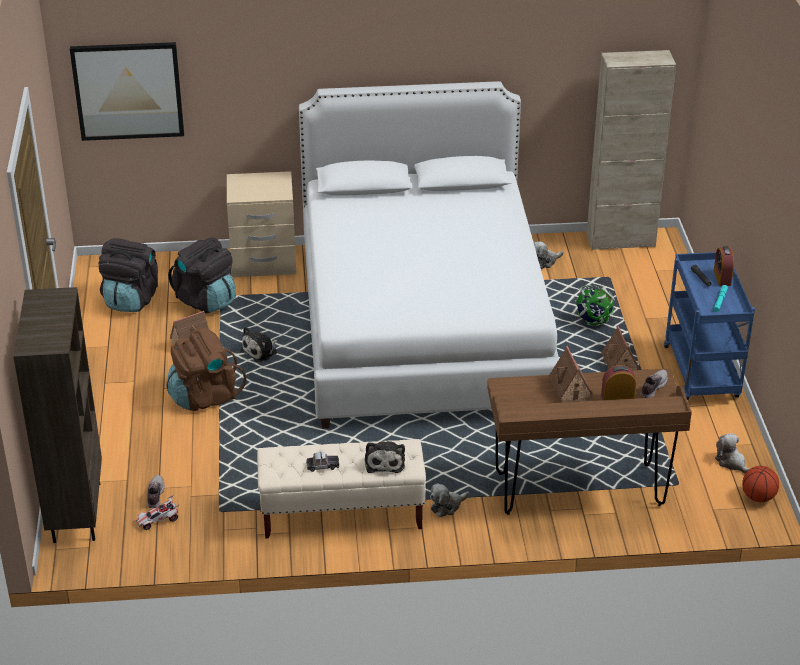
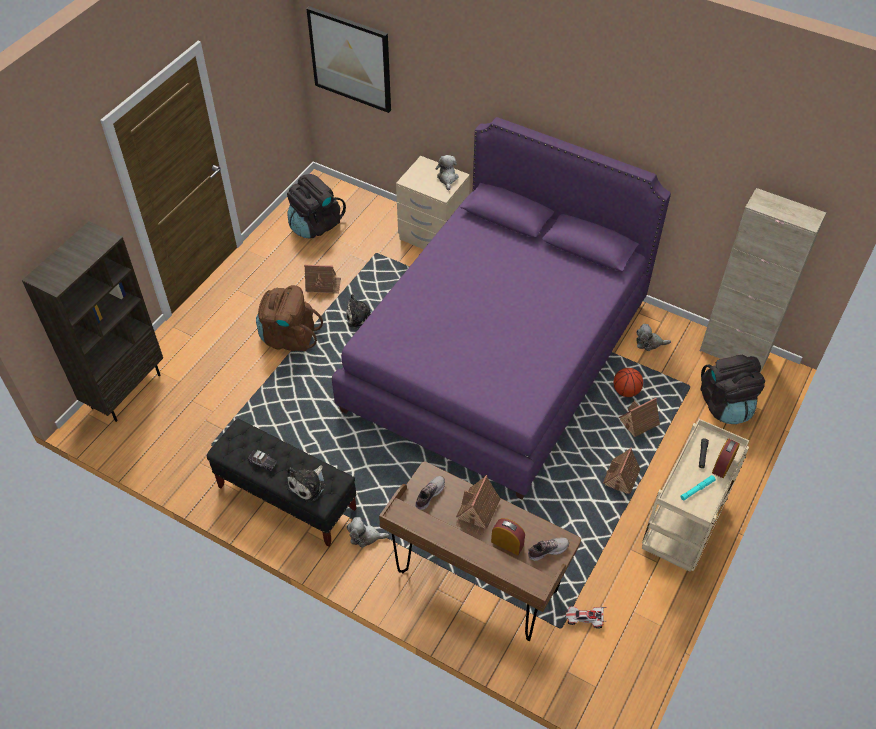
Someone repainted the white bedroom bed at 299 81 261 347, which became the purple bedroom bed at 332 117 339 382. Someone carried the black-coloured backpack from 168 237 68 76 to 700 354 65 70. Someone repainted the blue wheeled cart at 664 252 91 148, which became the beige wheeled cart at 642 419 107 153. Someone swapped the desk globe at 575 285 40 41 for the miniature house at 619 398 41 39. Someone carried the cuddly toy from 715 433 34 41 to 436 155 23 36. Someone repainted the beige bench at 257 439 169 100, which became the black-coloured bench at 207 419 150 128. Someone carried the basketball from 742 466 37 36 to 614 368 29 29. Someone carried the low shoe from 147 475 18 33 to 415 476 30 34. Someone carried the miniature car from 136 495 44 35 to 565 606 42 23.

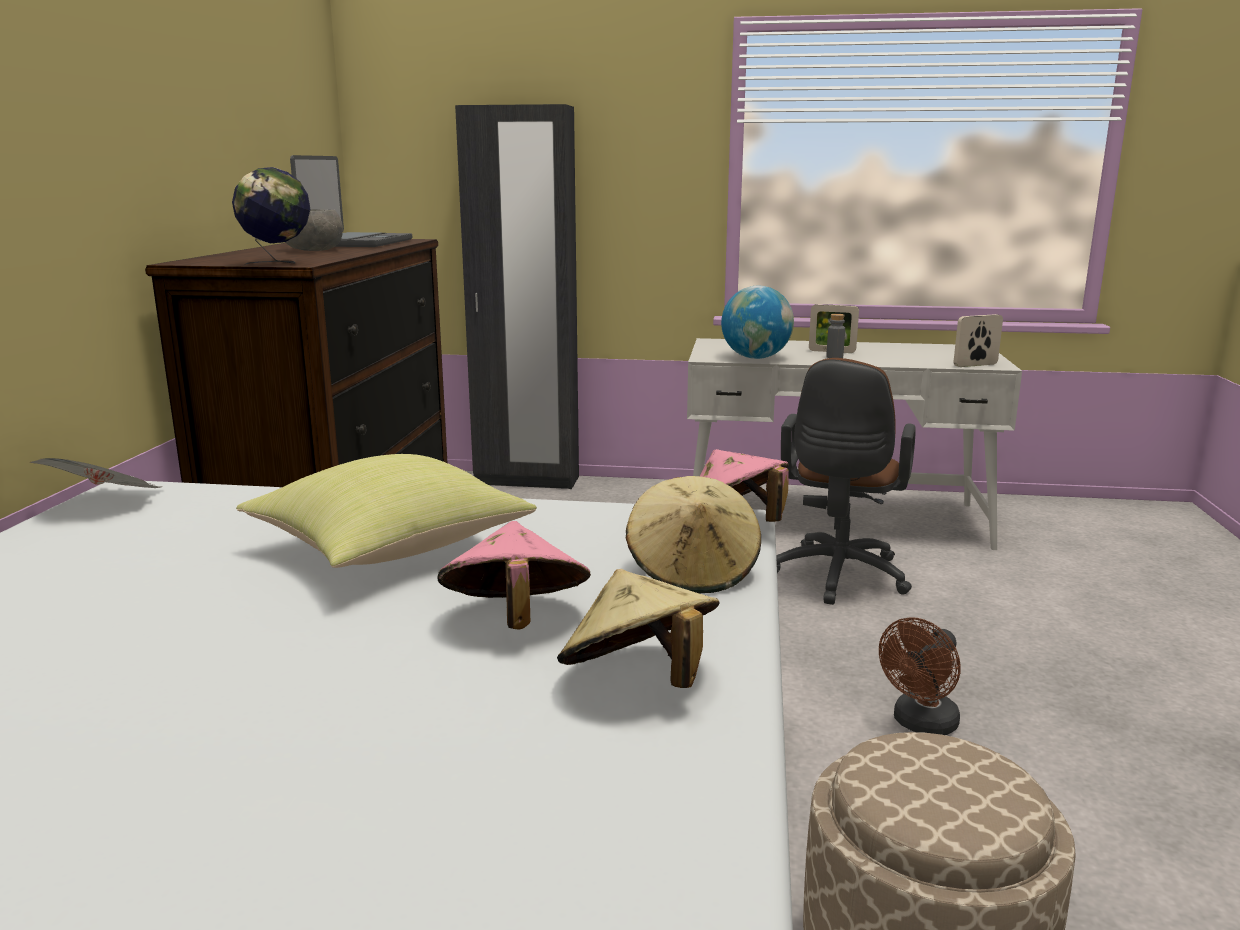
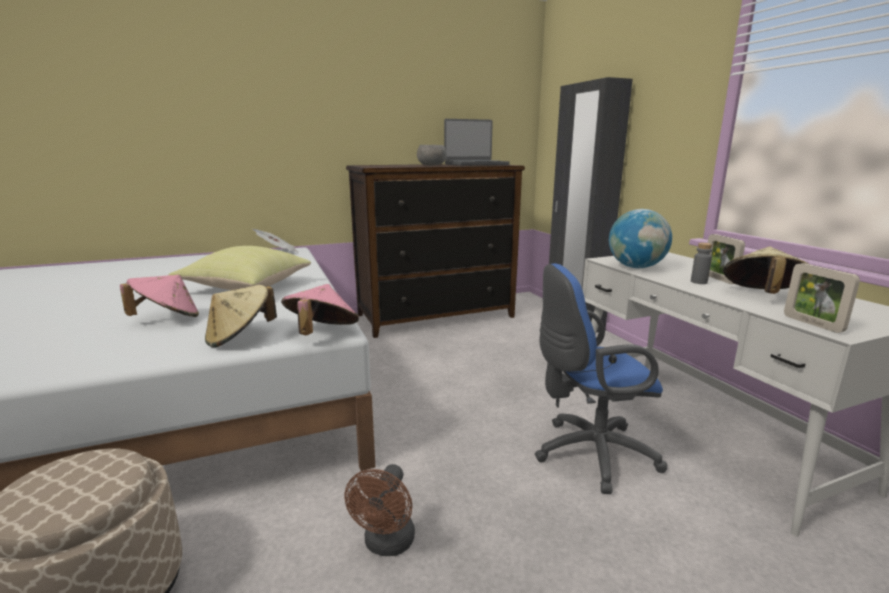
Someone took away the desk globe at 232 167 78 98. Someone rotated the photo frame at 954 314 49 53 by 150 degrees counterclockwise. Someone repainted the brown desk chair at 776 358 140 247, which became the blue desk chair at 535 263 132 231. Someone carried the beige hat from 557 569 163 119 to 723 247 86 47. Someone rotated the brown electric fan at 879 617 82 118 by 90 degrees counterclockwise.

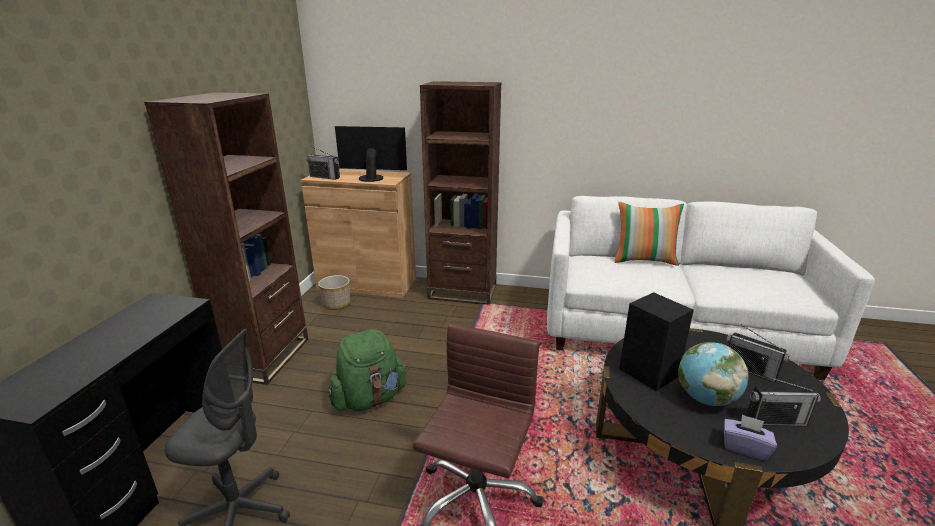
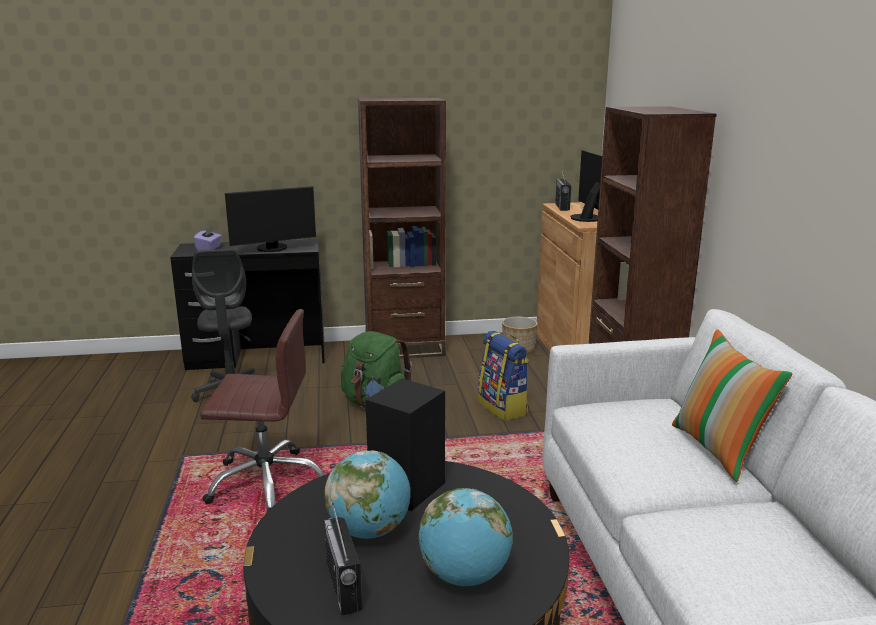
Someone swapped the radio receiver at 726 324 64 59 for the desk globe at 418 488 95 98. Someone carried the purple tissue box from 724 414 53 46 to 193 226 29 25. Someone put down the computer screen at 225 186 91 66. Someone put down the backpack at 478 331 51 90.

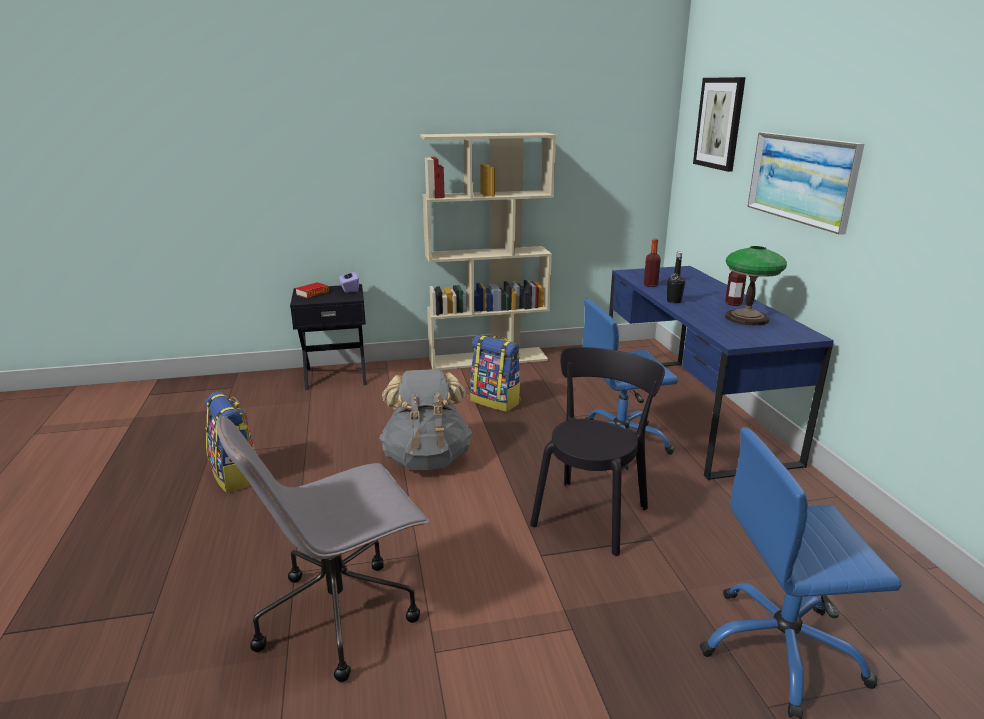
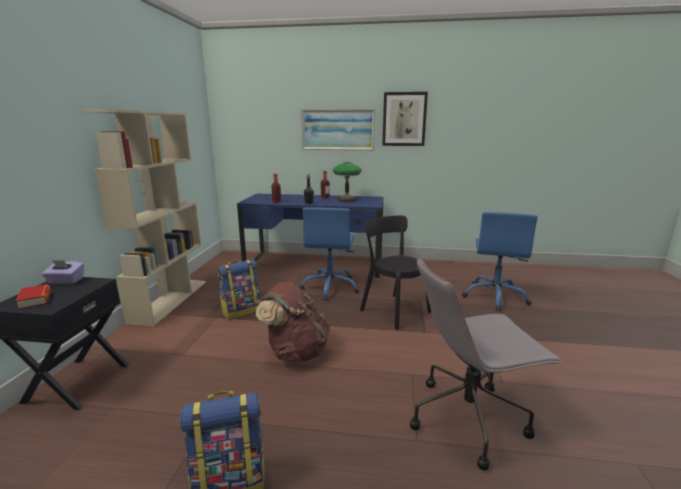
Someone carried the wall art from 693 77 53 95 to 382 92 46 54. Someone repainted the gray backpack at 379 369 93 101, which became the brown backpack at 255 282 75 80. Someone rotated the gray desk chair at 217 414 212 268 by 90 degrees clockwise.

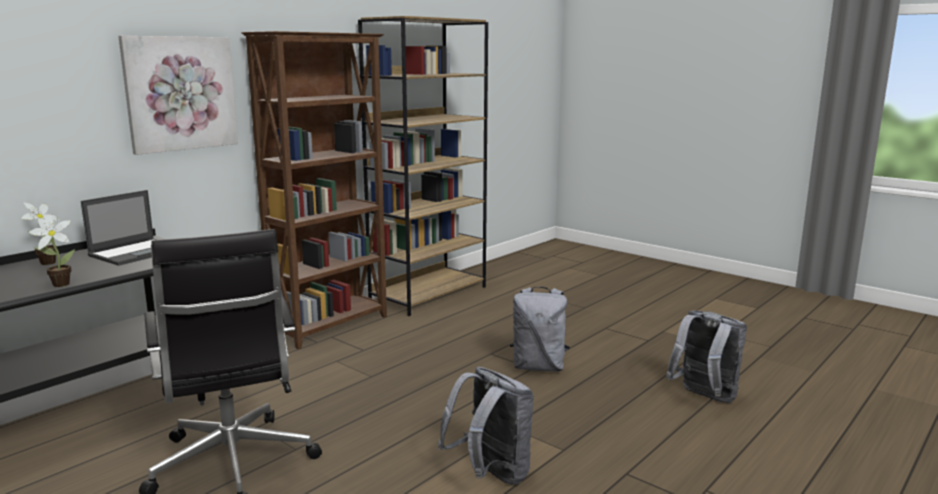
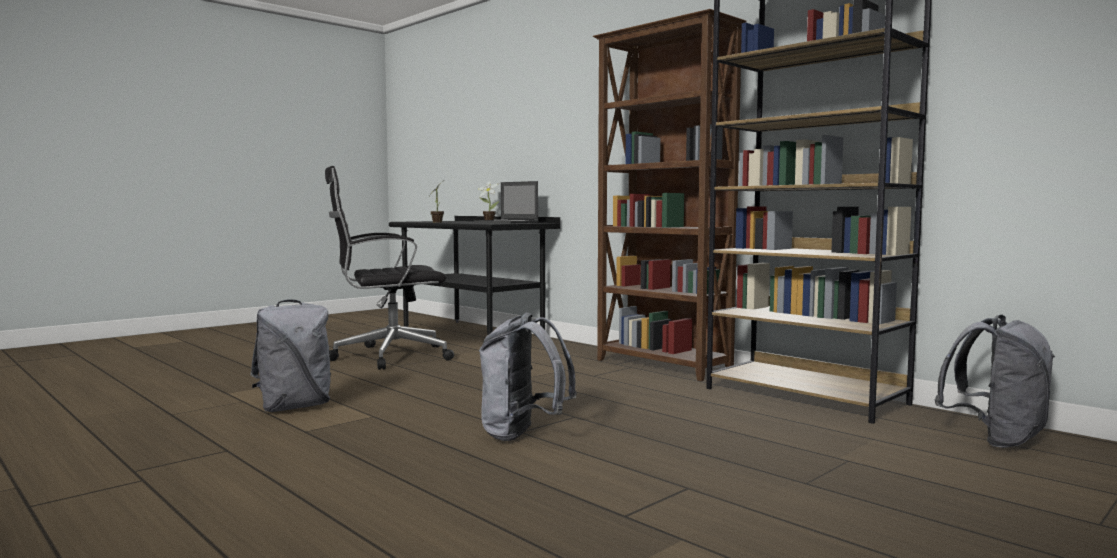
Someone took away the wall art at 119 36 119 119. Someone carried the gray backpack from 666 311 81 92 to 934 315 121 133.

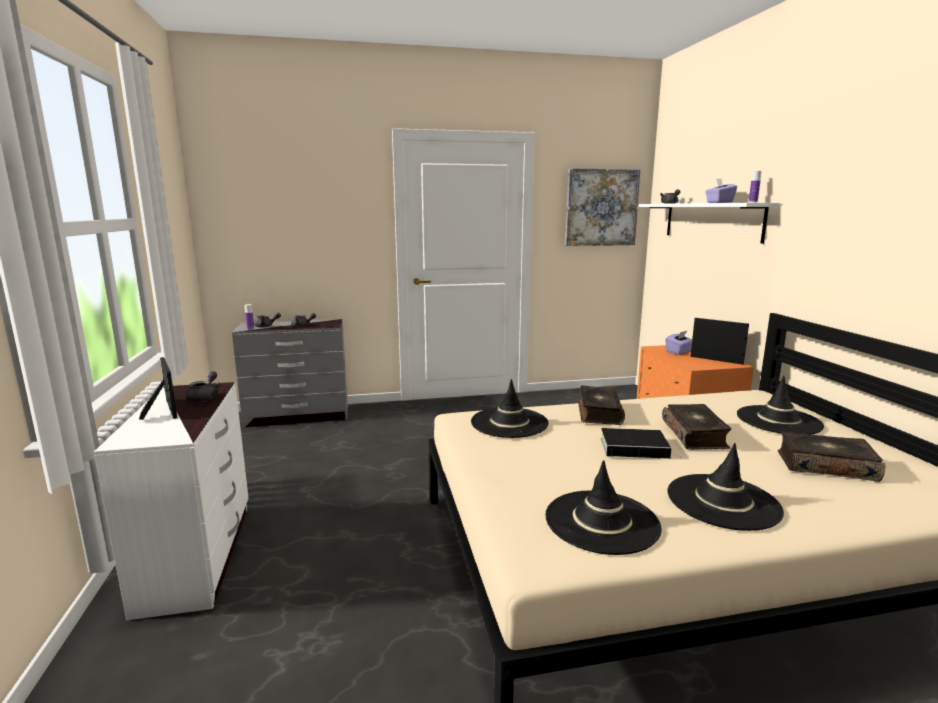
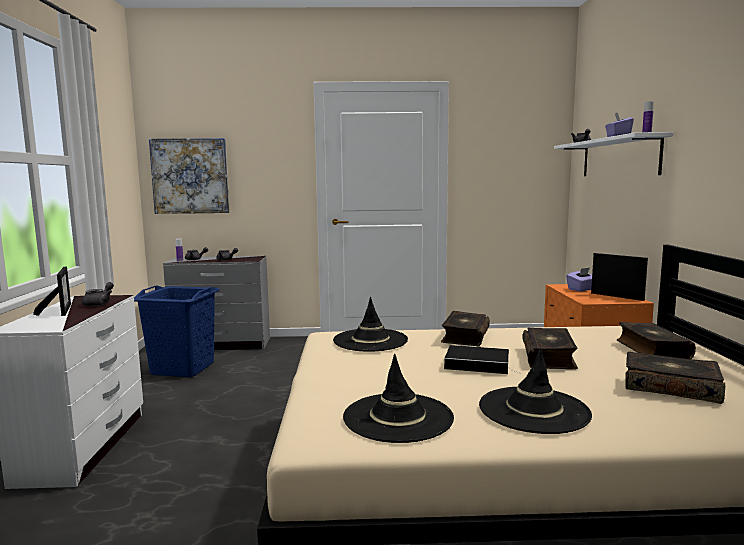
Someone carried the wall art from 565 168 75 78 to 149 138 81 76. Someone swapped the black-coloured hat at 737 376 87 59 for the bound book at 617 322 79 37. Someone put down the blue washing basket at 134 285 86 92.

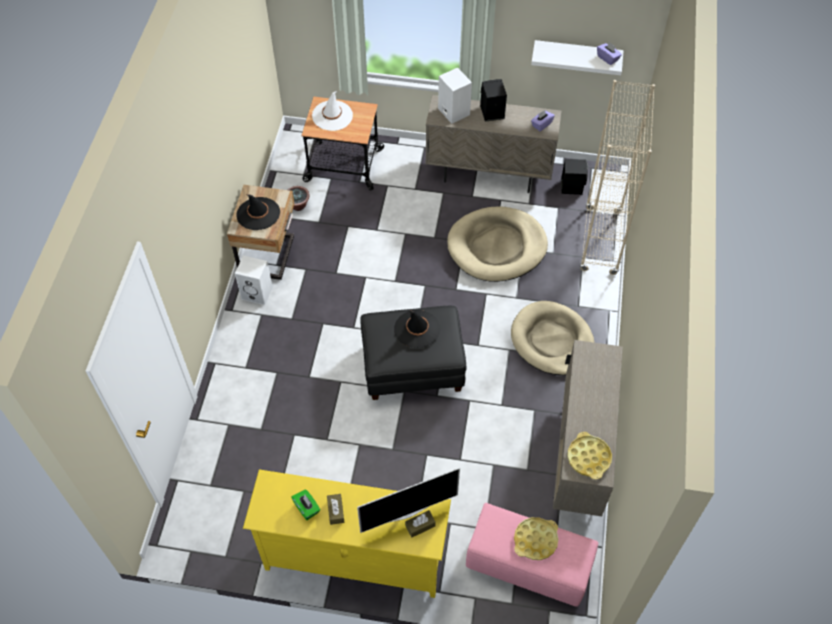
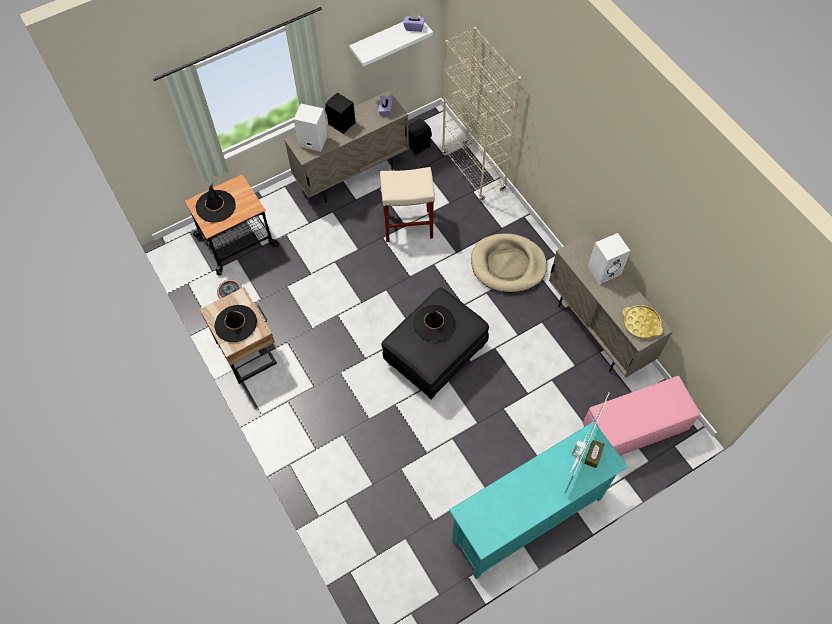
Someone repainted the white hat at 312 91 41 40, which became the black-coloured hat at 196 183 40 39. Someone swapped the beige dog cushion at 447 206 101 76 for the beige stool at 380 167 55 75. Someone carried the white speaker from 235 256 38 49 to 588 233 42 51. Someone repainted the yellow tv stand at 243 469 208 129, which became the turquoise tv stand at 449 421 179 158. Someone took away the green tissue box at 291 490 29 30. Someone took away the brown tissue box at 327 494 17 31. Someone took away the yellow tray at 514 517 44 43.

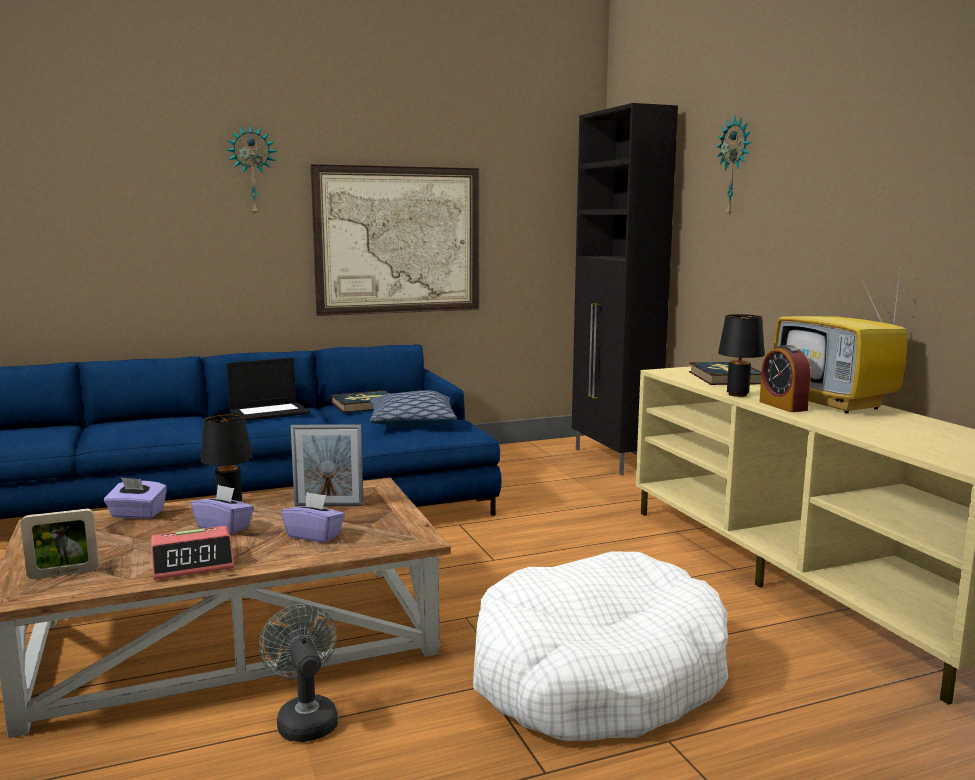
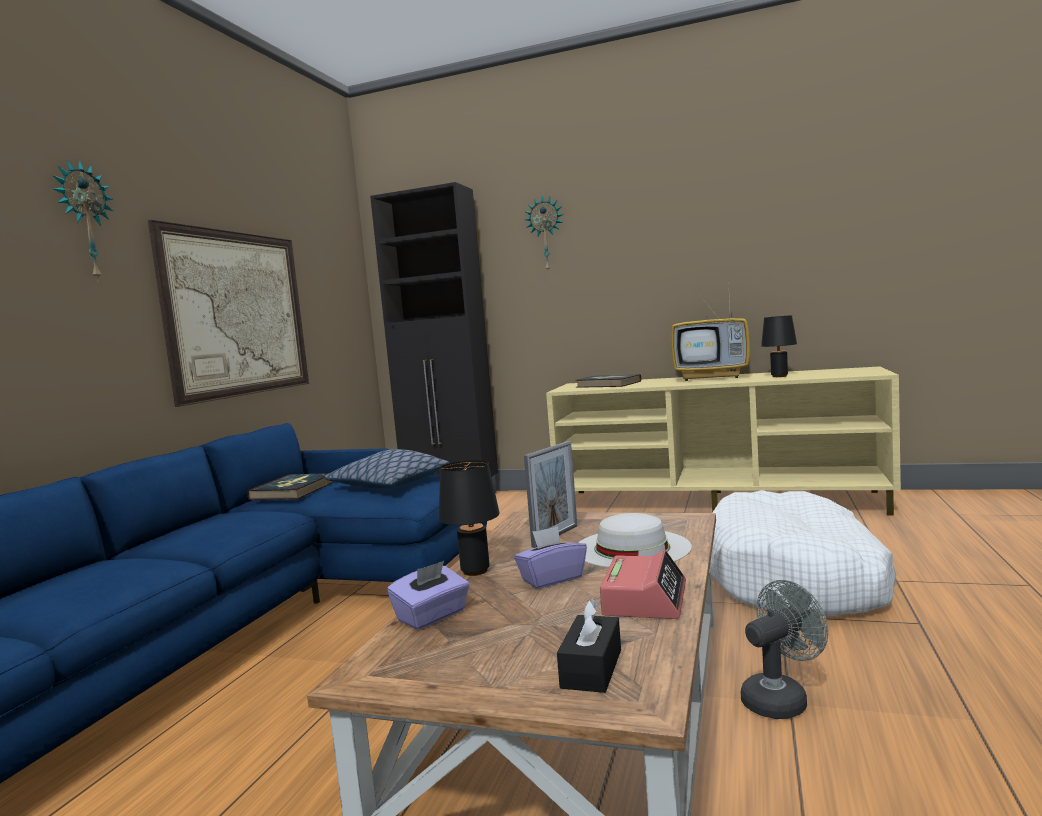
Someone carried the black-coloured tabletop lamp from 718 314 47 83 to 761 315 36 62. Someone took away the bedside clock at 759 345 52 67. Someone took away the portable computer at 227 357 83 64. Someone swapped the purple tissue box at 281 492 64 51 for the white hat at 578 513 114 54. Someone swapped the photo frame at 21 509 78 70 for the black-coloured tissue box at 557 599 64 94. Someone rotated the gray electric fan at 259 604 79 138 by 135 degrees clockwise.

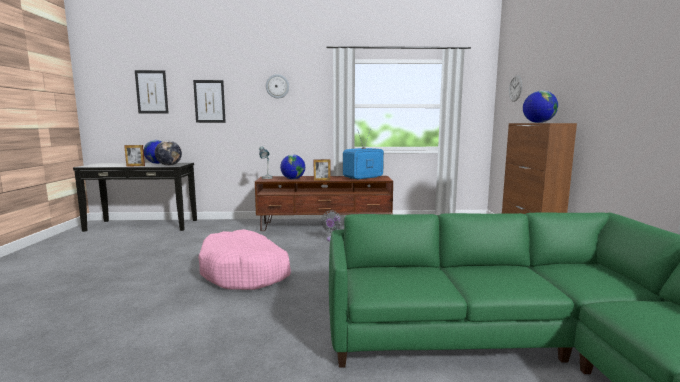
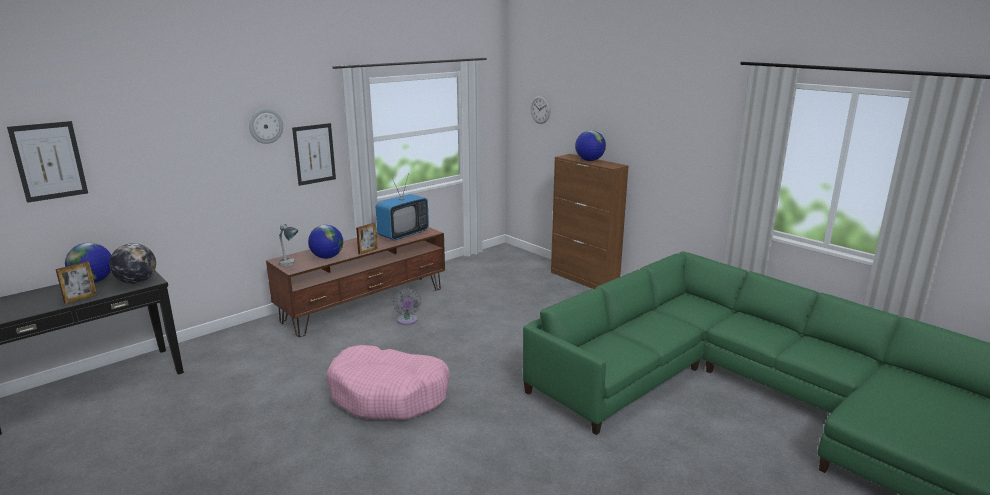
Someone carried the wall art from 193 80 33 43 to 292 123 44 63. Someone rotated the TV set at 343 129 41 51 by 150 degrees counterclockwise.

